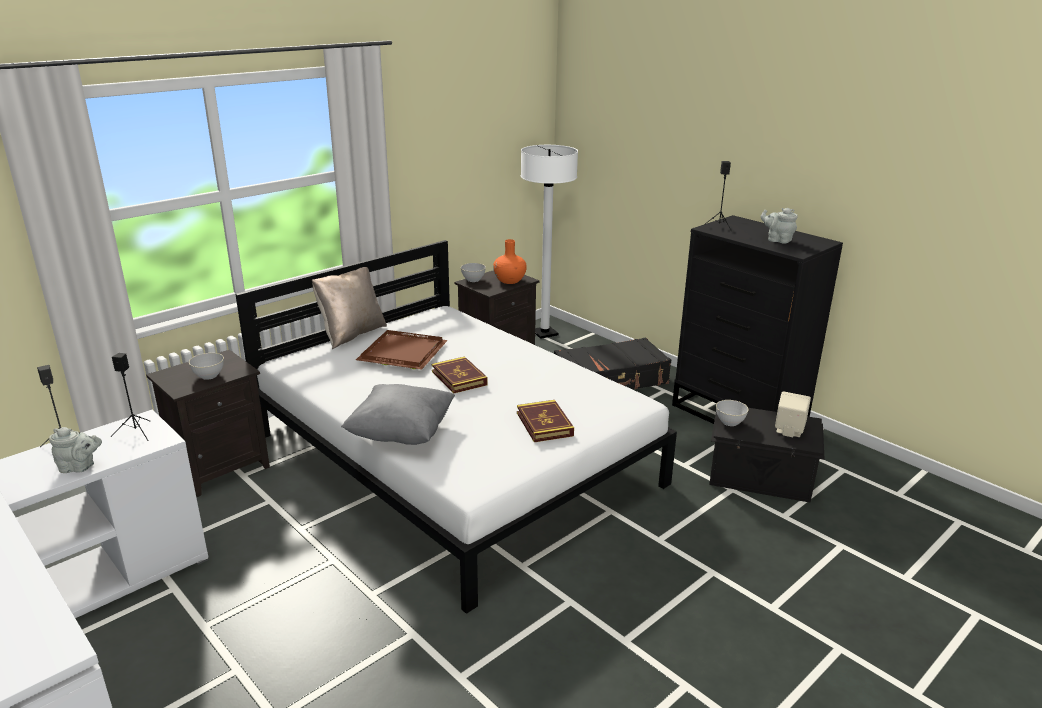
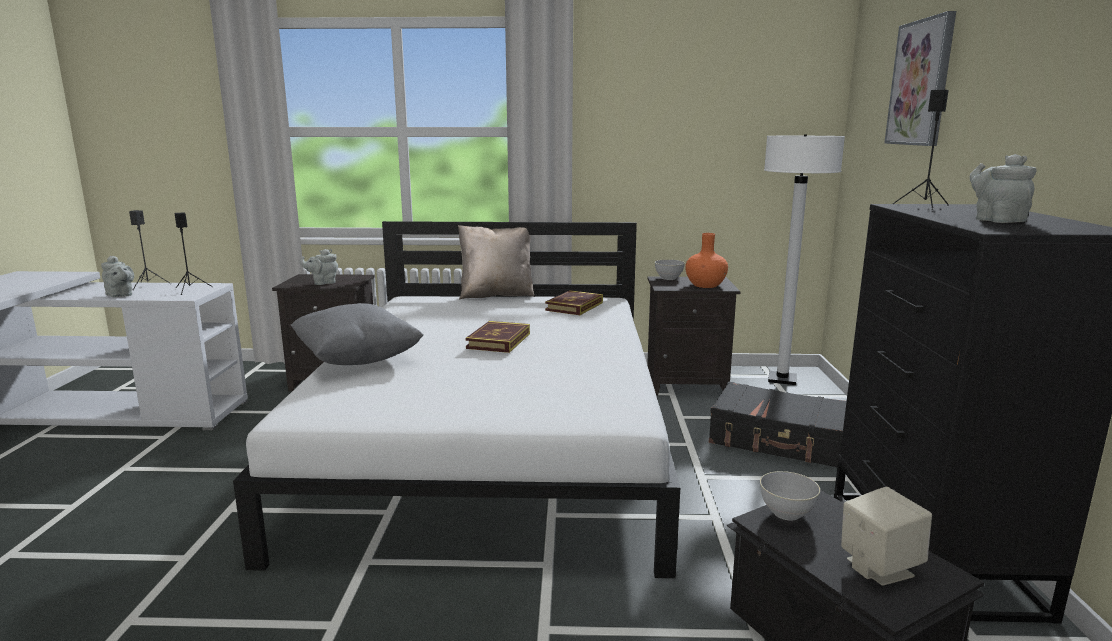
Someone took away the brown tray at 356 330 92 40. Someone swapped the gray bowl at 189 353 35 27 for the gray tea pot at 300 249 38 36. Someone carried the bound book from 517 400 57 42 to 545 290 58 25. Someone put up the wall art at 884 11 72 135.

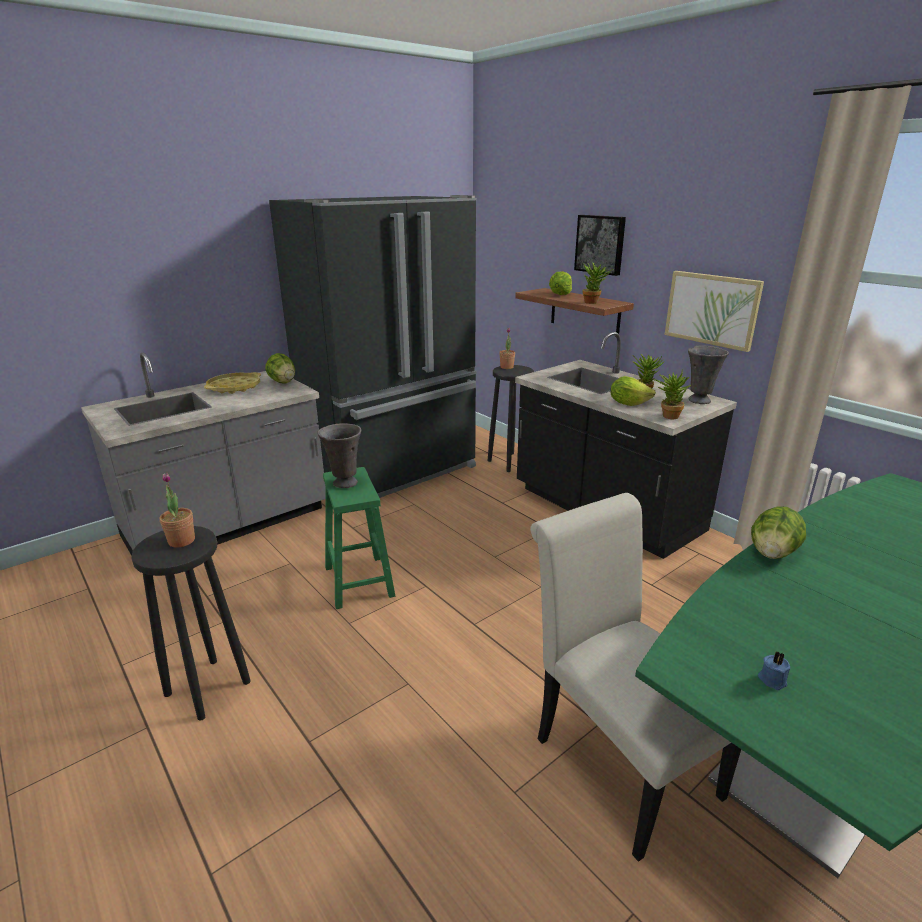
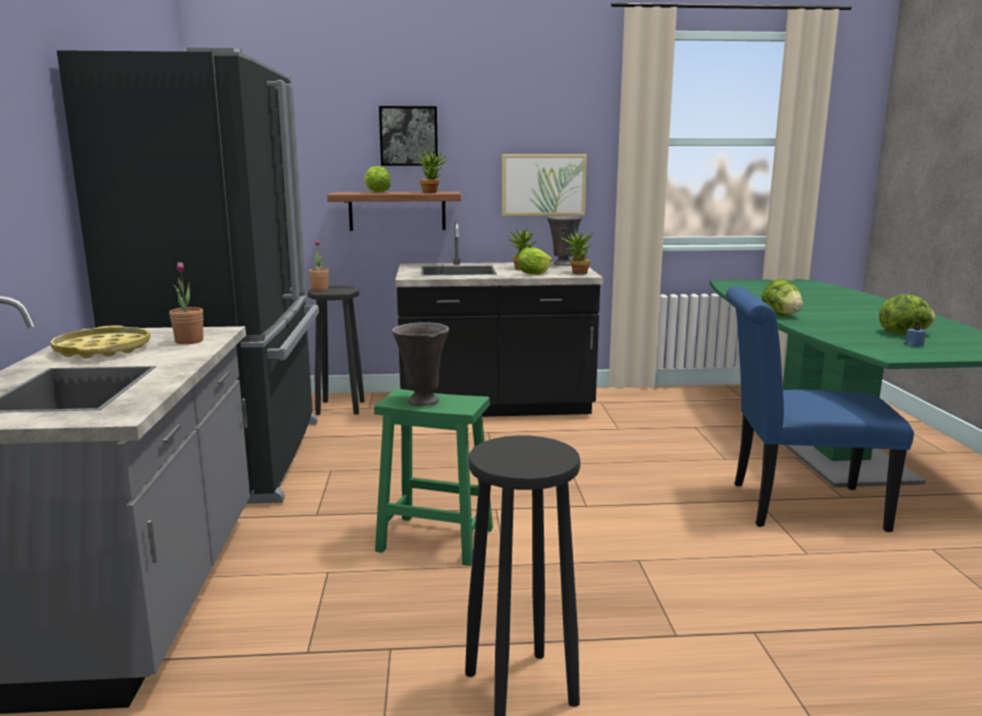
Someone carried the lettuce from 265 353 30 31 to 879 294 56 40. Someone carried the plant in a pot from 159 473 36 75 to 169 262 34 82. Someone repainted the white plain chair at 530 493 211 369, which became the blue plain chair at 726 286 188 246.

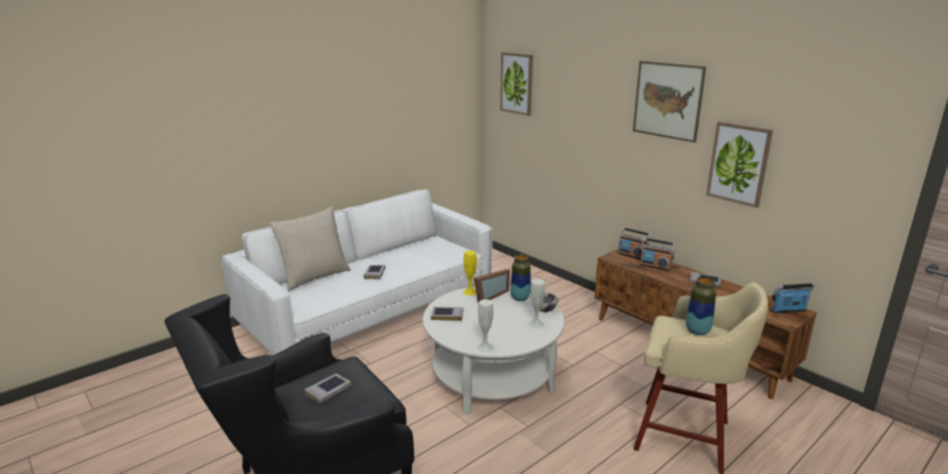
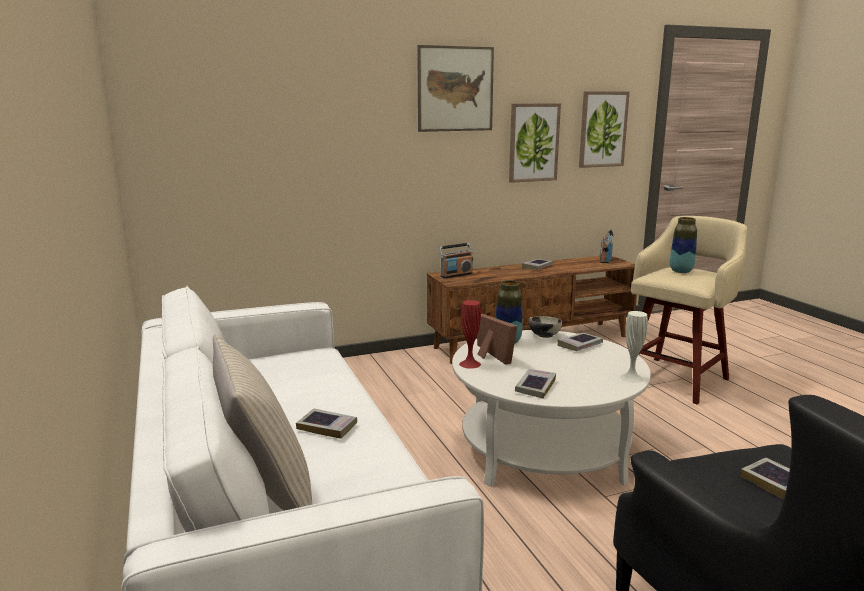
Someone carried the wall art from 500 52 33 64 to 579 91 51 77. Someone took away the radio receiver at 640 238 36 33. Someone repainted the yellow flower vase at 463 251 14 45, which became the reddish flower vase at 459 300 22 69. Someone swapped the white flower vase at 528 279 17 50 for the bound book at 558 333 45 18.

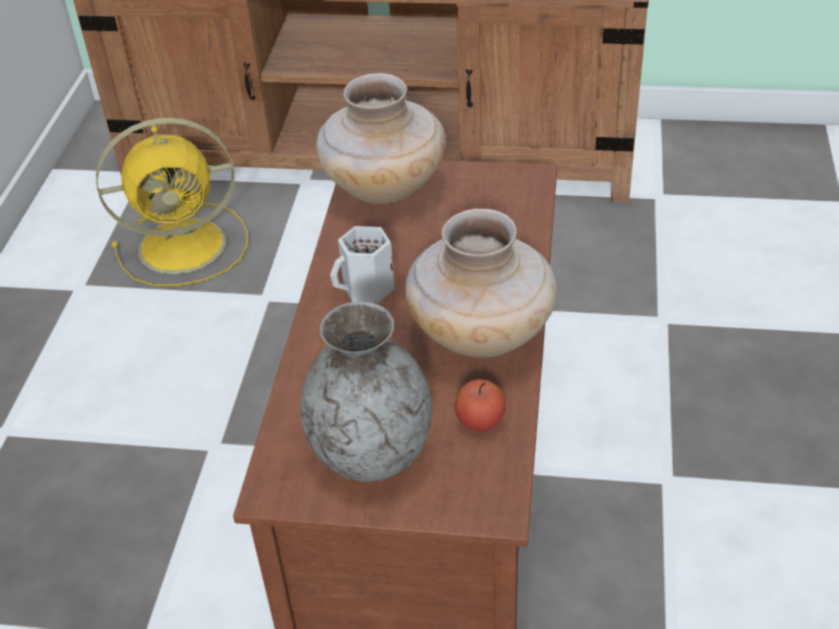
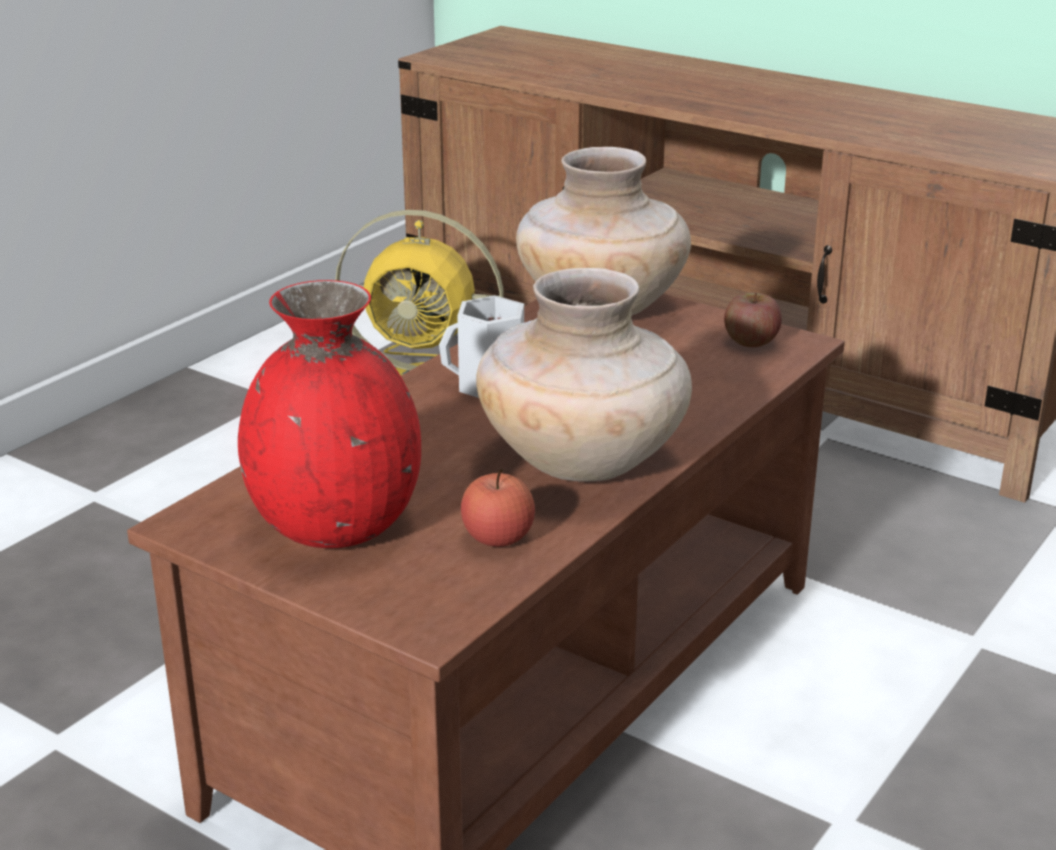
Someone repainted the gray flower vase at 300 302 132 180, which became the reddish flower vase at 238 280 183 268. Someone put down the apple fruit at 724 292 58 55.

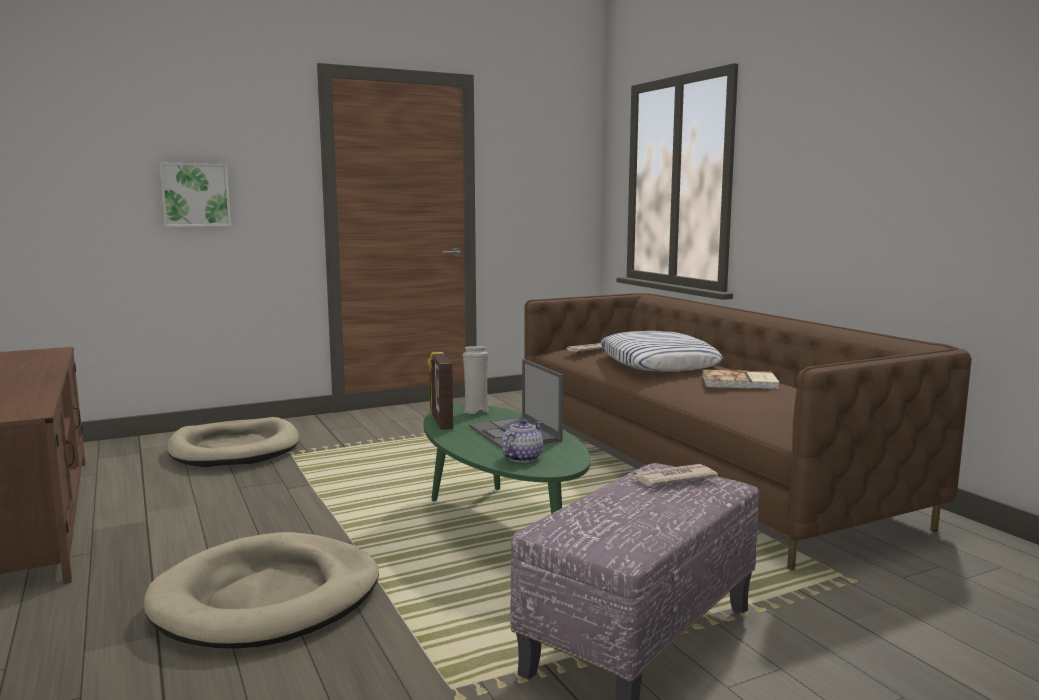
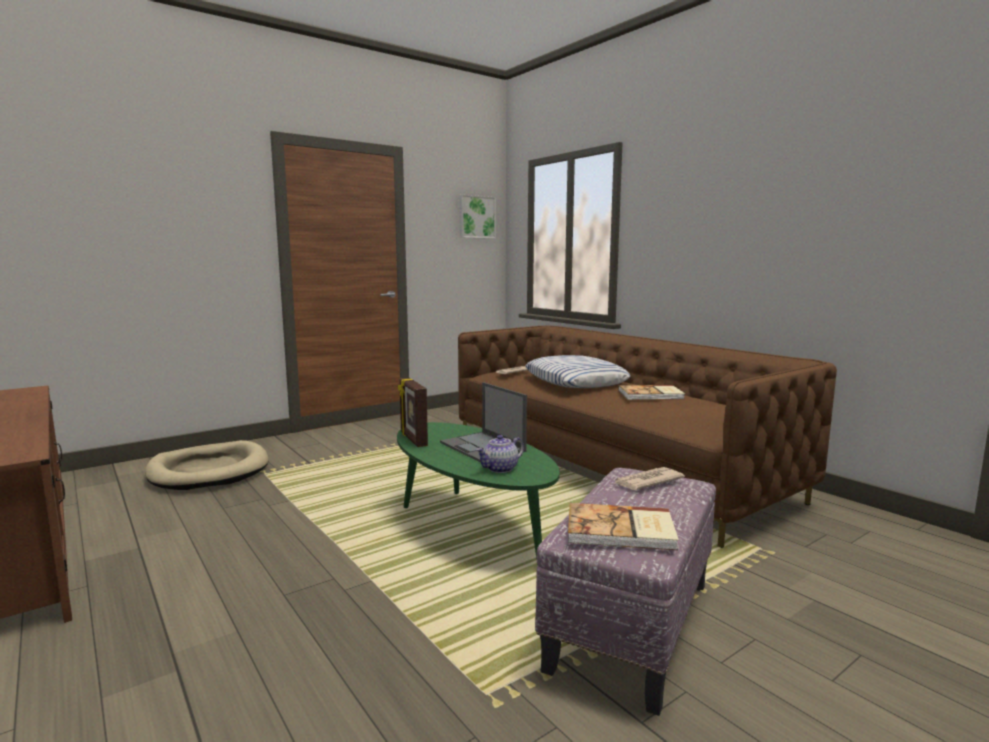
Someone carried the wall art from 159 162 72 65 to 459 195 37 44. Someone took away the white flower vase at 463 346 26 68. Someone rotated the tea pot at 502 419 41 44 by 150 degrees counterclockwise. Someone took away the beige dog cushion at 144 532 235 116. Someone put down the bound book at 568 503 111 47.

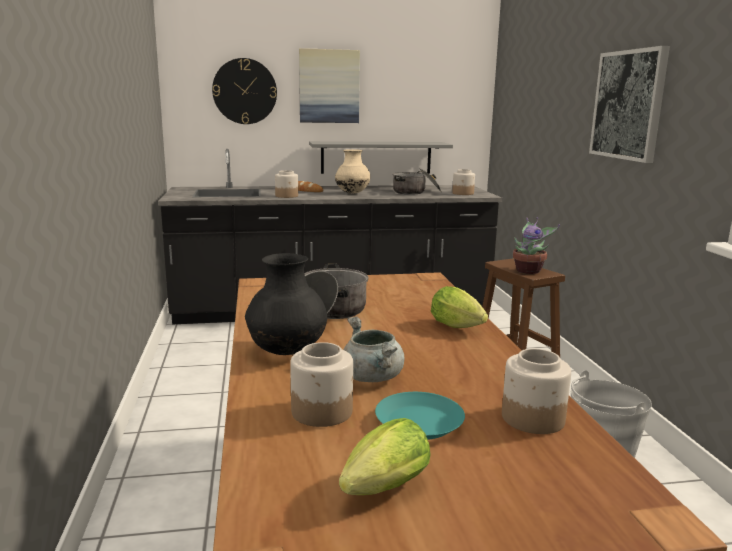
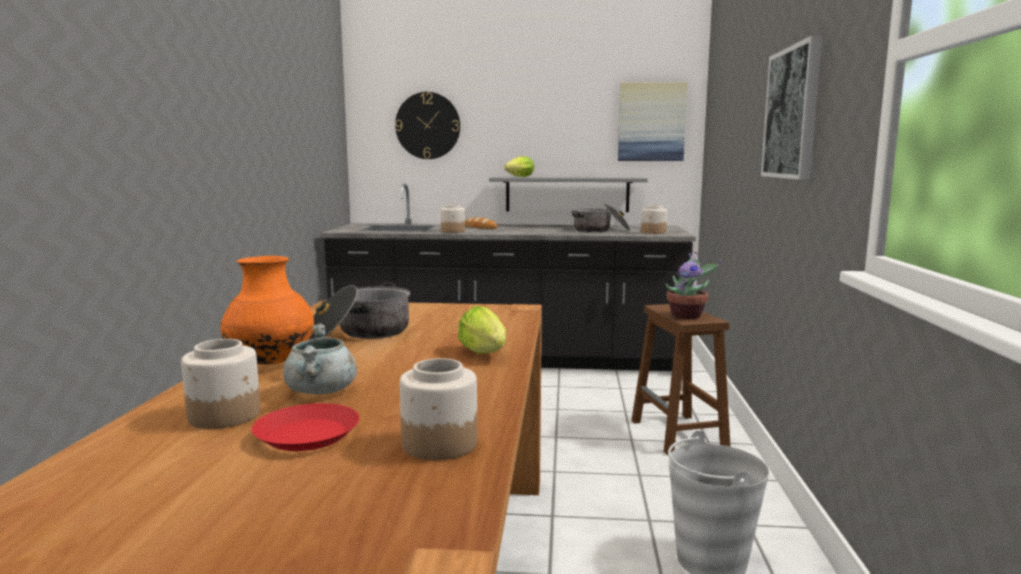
Someone carried the wall art from 299 48 61 75 to 618 82 69 79. Someone took away the beige flower vase at 335 149 35 44. Someone repainted the black-coloured flower vase at 245 253 82 102, which became the orange-coloured flower vase at 220 256 94 109. Someone repainted the turquoise plate at 375 392 90 48, which became the reddish plate at 252 403 108 48. Someone carried the lettuce from 339 418 92 77 to 504 156 30 21.

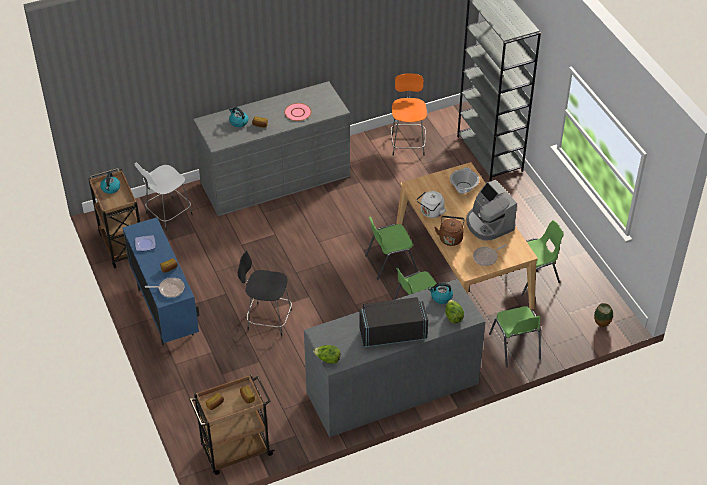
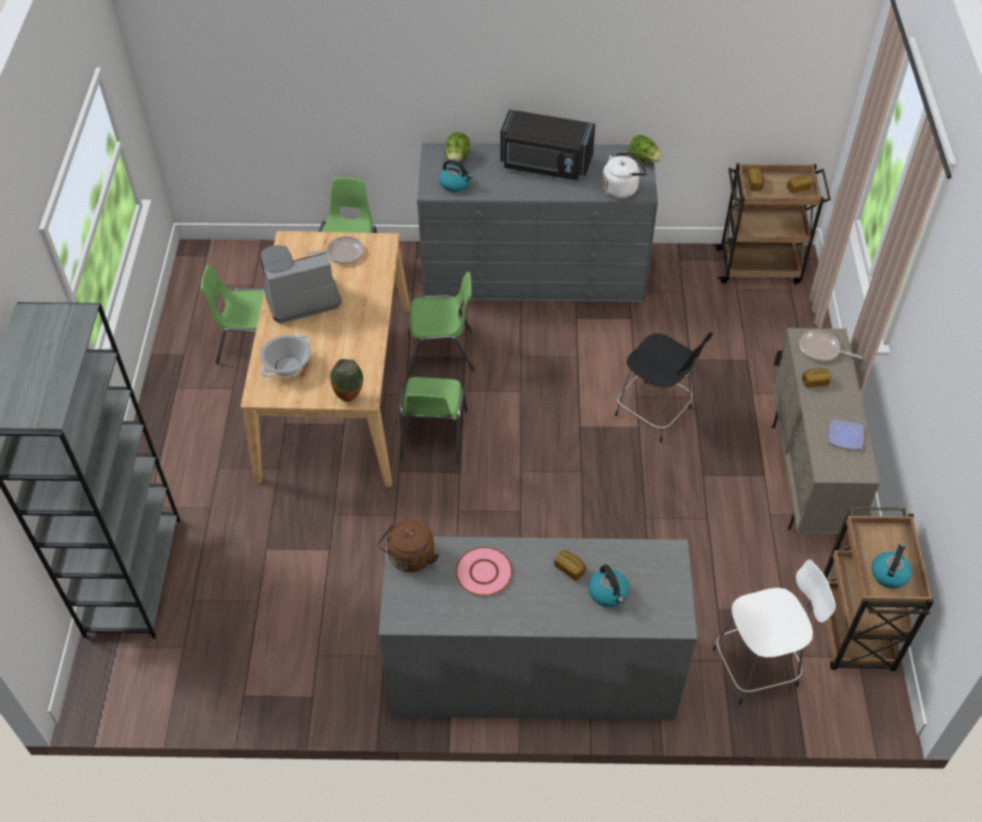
Someone took away the orange-coloured stool at 390 73 37 83. Someone rotated the coffee brewer at 466 180 51 61 by 105 degrees counterclockwise. Someone carried the white kettle from 417 191 29 27 to 602 152 45 46. Someone carried the brown kettle from 434 216 31 30 to 378 519 61 53. Someone repainted the blue storage cabinet at 123 217 76 128, which became the beige storage cabinet at 772 328 108 206. Someone rotated the green plain chair at 365 217 53 63 by 90 degrees clockwise. Someone carried the flower vase from 594 303 19 24 to 330 359 33 43.

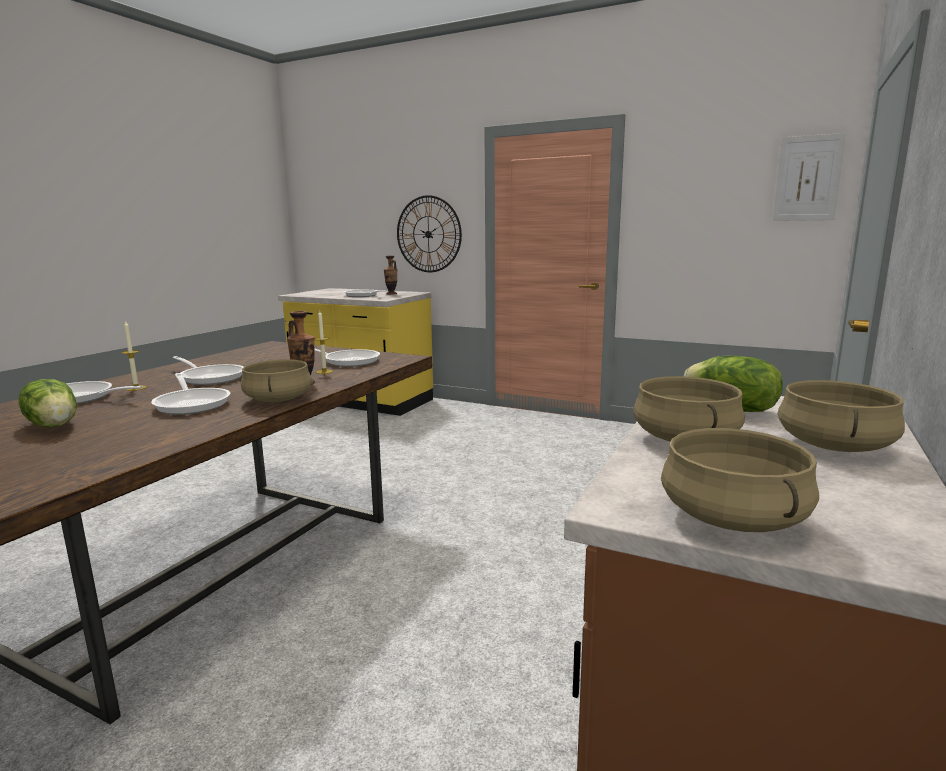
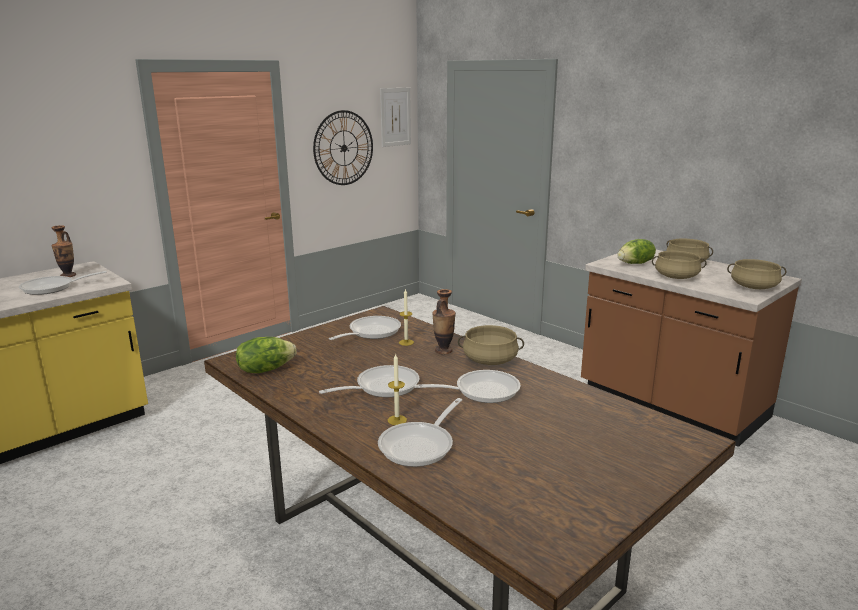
Someone carried the wall clock from 397 195 65 77 to 313 110 60 75. Someone carried the lettuce from 18 379 59 49 to 236 337 60 36.

